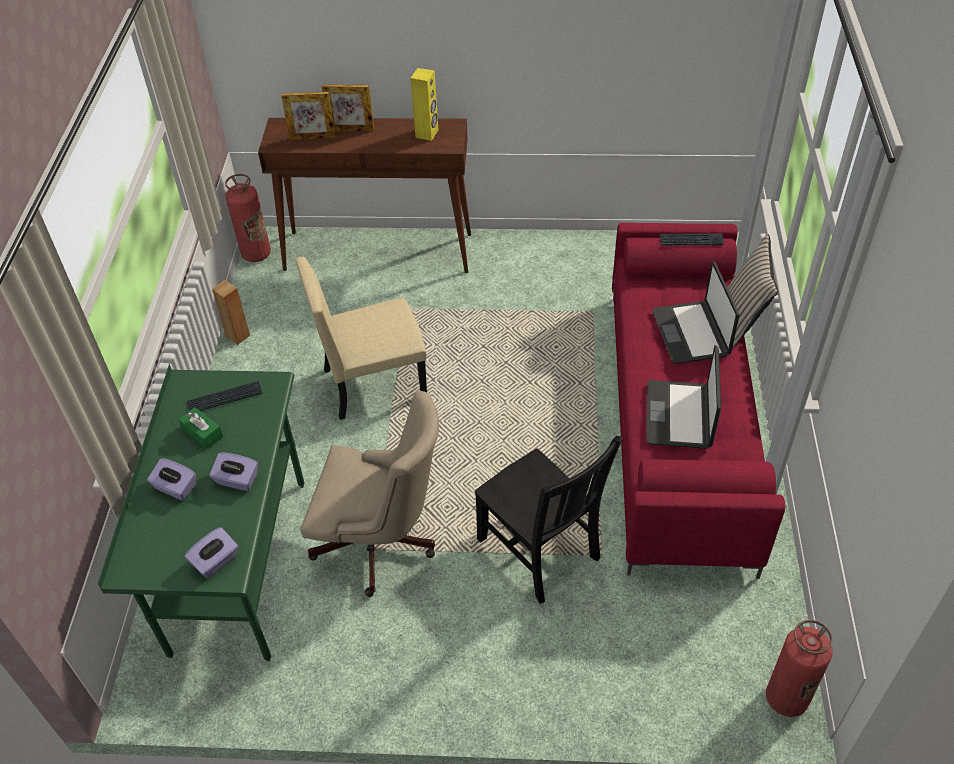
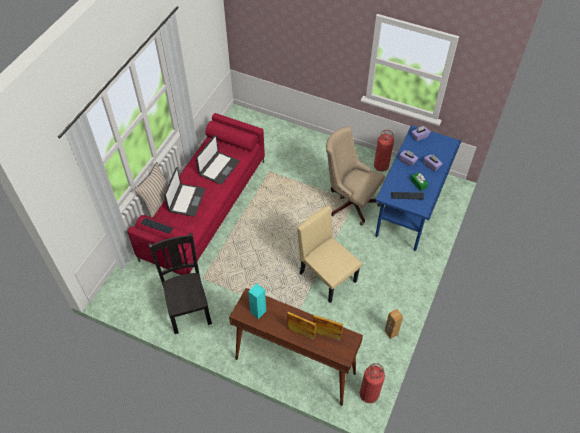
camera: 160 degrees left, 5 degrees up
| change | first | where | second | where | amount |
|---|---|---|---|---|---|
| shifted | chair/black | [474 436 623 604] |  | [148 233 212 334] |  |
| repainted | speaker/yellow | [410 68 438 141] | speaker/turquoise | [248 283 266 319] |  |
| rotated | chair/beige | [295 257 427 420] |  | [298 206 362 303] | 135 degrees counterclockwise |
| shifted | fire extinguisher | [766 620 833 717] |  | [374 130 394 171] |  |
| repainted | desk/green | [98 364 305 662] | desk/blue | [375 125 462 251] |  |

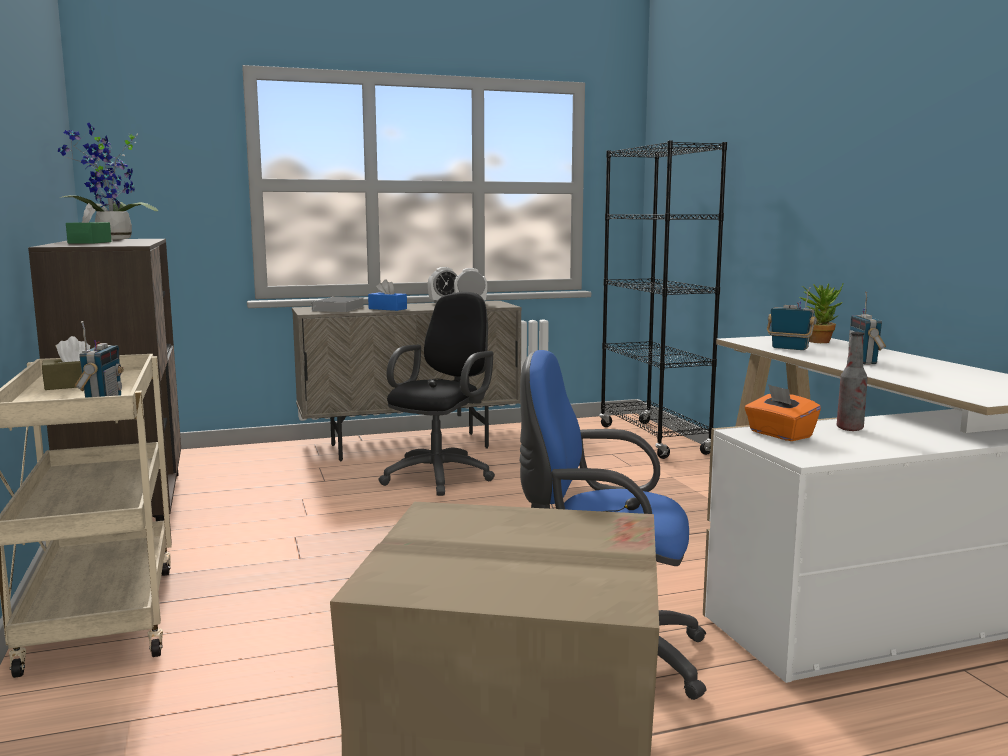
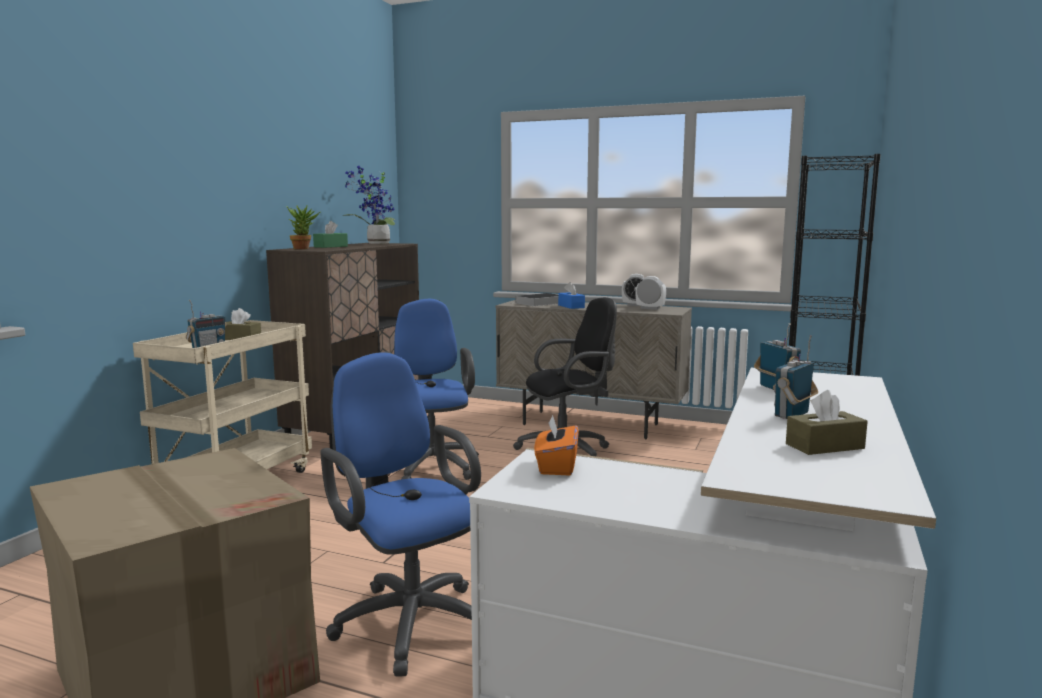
camera: 40 degrees right, 0 degrees up
| change | first | where | second | where | amount |
|---|---|---|---|---|---|
| shifted | potted plant | [800 283 843 343] |  | [286 205 320 249] |  |
| new |  |  | office chair/blue | [384 299 479 480] |  |
| new |  |  | tissue box/brown | [786 390 868 455] |  |
| gone | bottle | [837 332 868 431] |  |  |  |

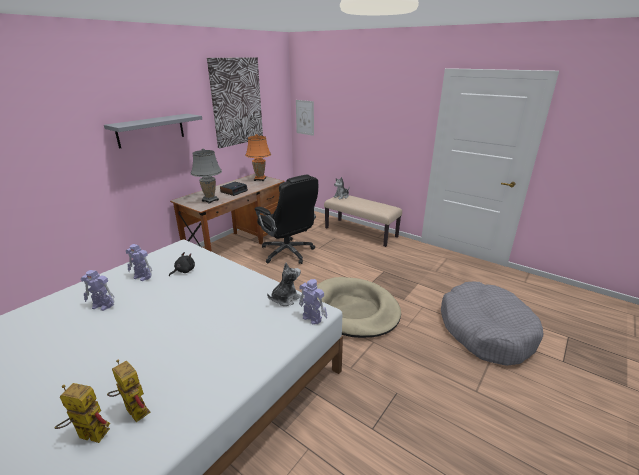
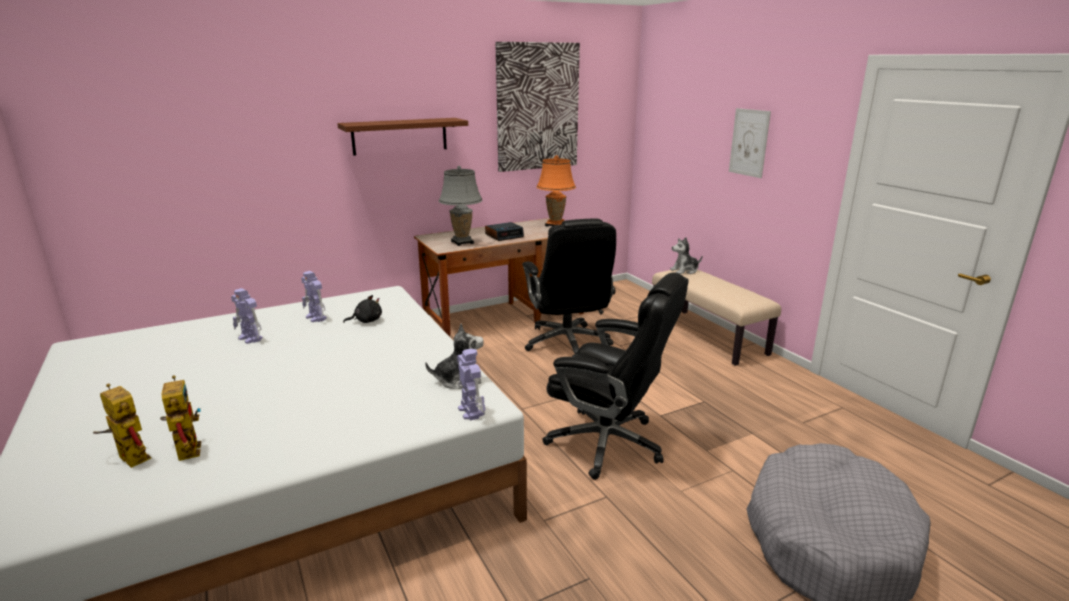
camera: 25 degrees right, 5 degrees down
| change | first | where | second | where | amount |
|---|---|---|---|---|---|
| repainted | shelf/grey | [104 114 202 149] | shelf/brown | [337 118 468 156] |  |
| swapped | dog bed/beige | [317 277 401 338] | office chair/black | [542 273 689 480] |  |
| shifted | picture | [296 100 314 136] |  | [729 108 771 178] |  |

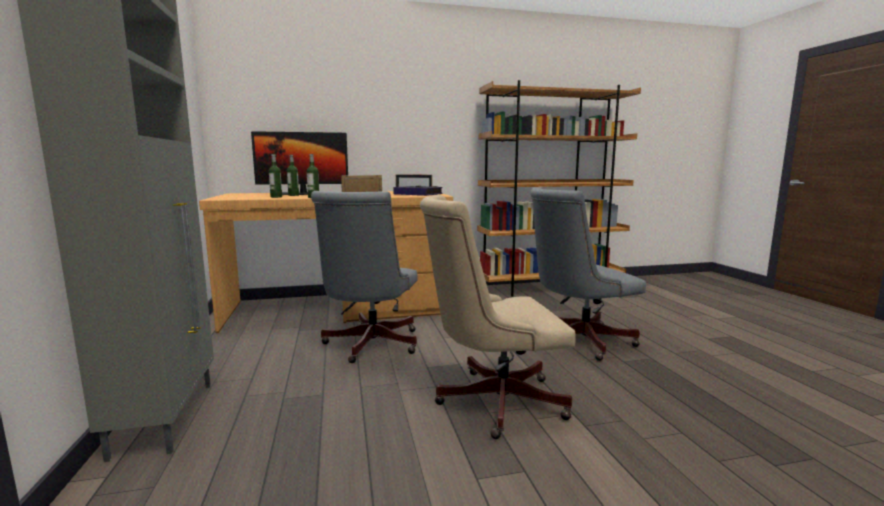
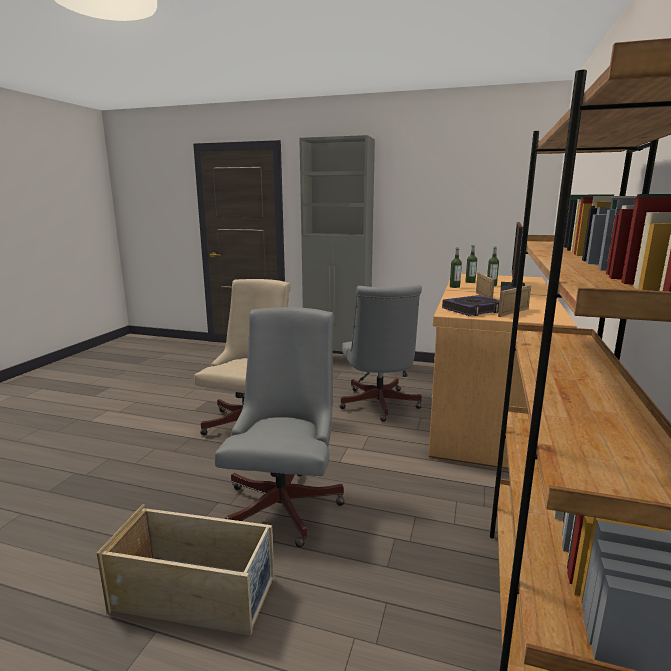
camera: 120 degrees right, 5 degrees up
| change | first | where | second | where | amount |
|---|---|---|---|---|---|
| new |  |  | storage box/beige | [97 504 275 636] |  |
| rotated | office chair/grey | [311 191 418 363] |  | [339 285 422 422] | 135 degrees counterclockwise |

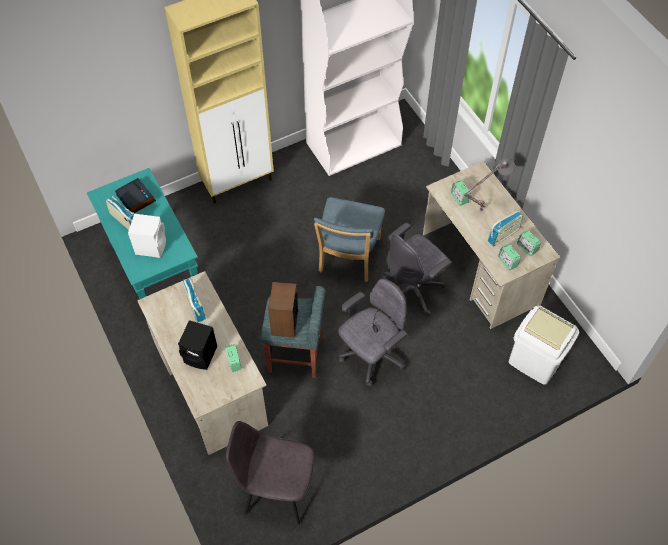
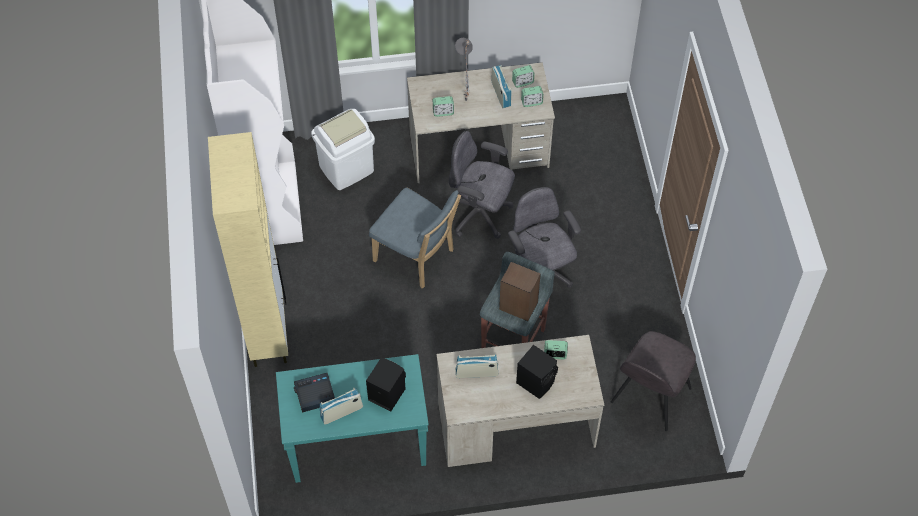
camera: 70 degrees left, 0 degrees up
| change | first | where | second | where | amount |
|---|---|---|---|---|---|
| shifted | trash can/white | [509 305 579 385] |  | [311 109 375 190] |  |
| repainted | speaker/white | [128 214 166 258] | speaker/black | [366 358 406 412] |  |
| rotated | office chair/grey | [381 223 452 316] |  | [448 131 515 239] | 135 degrees clockwise |

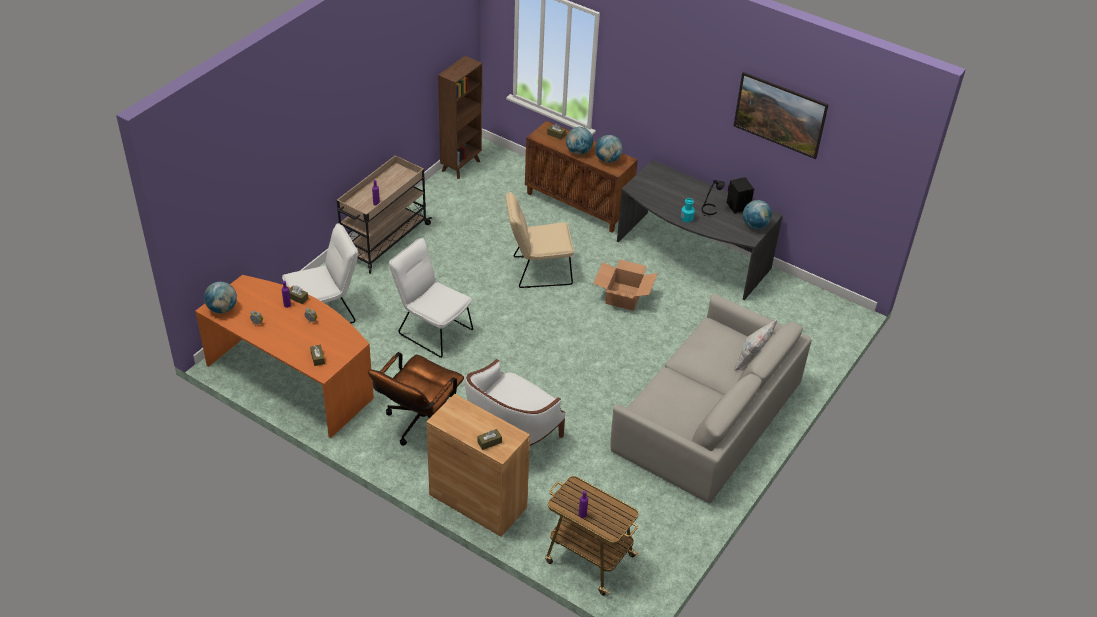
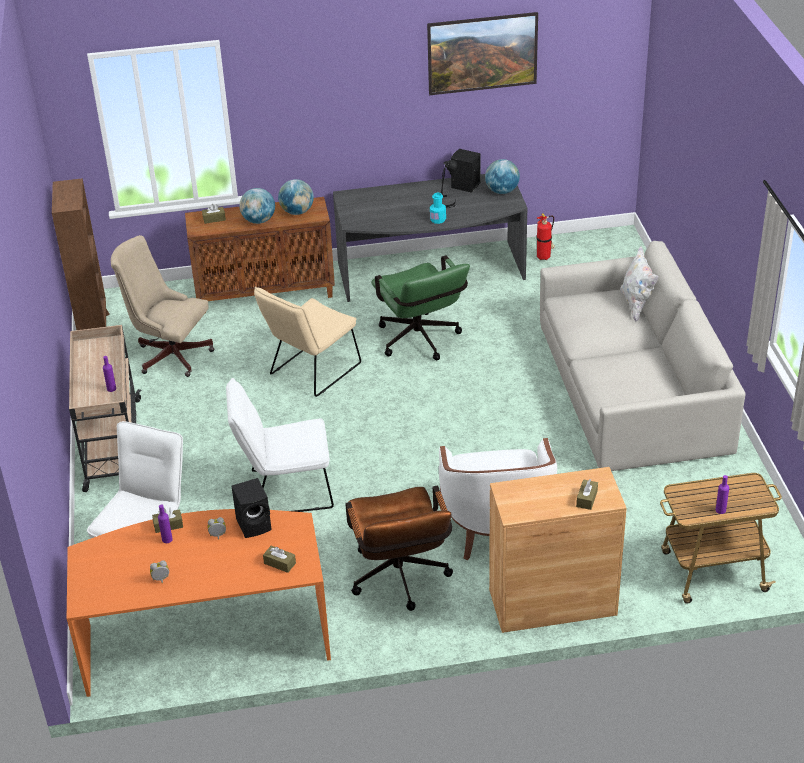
camera: 40 degrees left, 5 degrees down
| change | first | where | second | where | amount |
|---|---|---|---|---|---|
| new |  |  | office chair/beige | [111 235 214 377] |  |
| new |  |  | speaker/black | [231 478 272 538] |  |
| swapped | cardboard box | [593 259 658 311] | office chair/green | [371 255 470 360] |  |
| new |  |  | fire extinguisher | [536 213 555 260] |  |
| gone | globe | [204 282 237 313] |  |  |  |

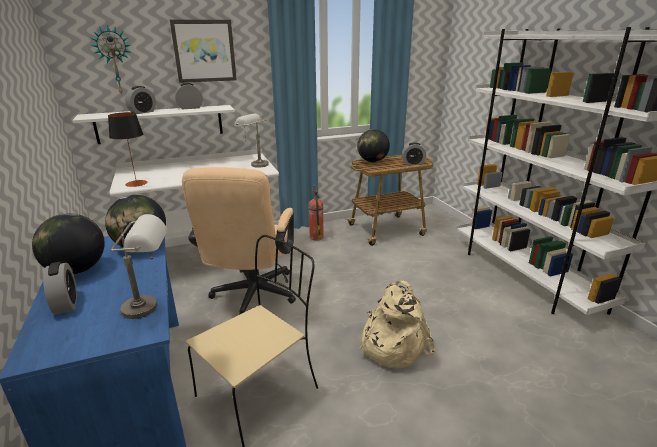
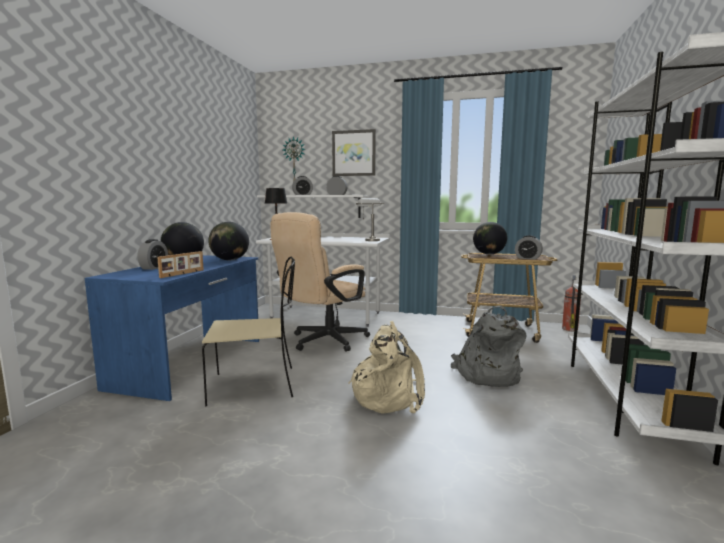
camera: 35 degrees right, 15 degrees down
| change | first | where | second | where | amount |
|---|---|---|---|---|---|
| swapped | table lamp/grey | [111 214 168 319] | picture frame | [157 251 204 278] |  |
| new |  |  | backpack/grey | [451 305 526 387] |  |
| shifted | fire extinguisher | [309 186 324 241] |  | [562 275 581 331] |  |

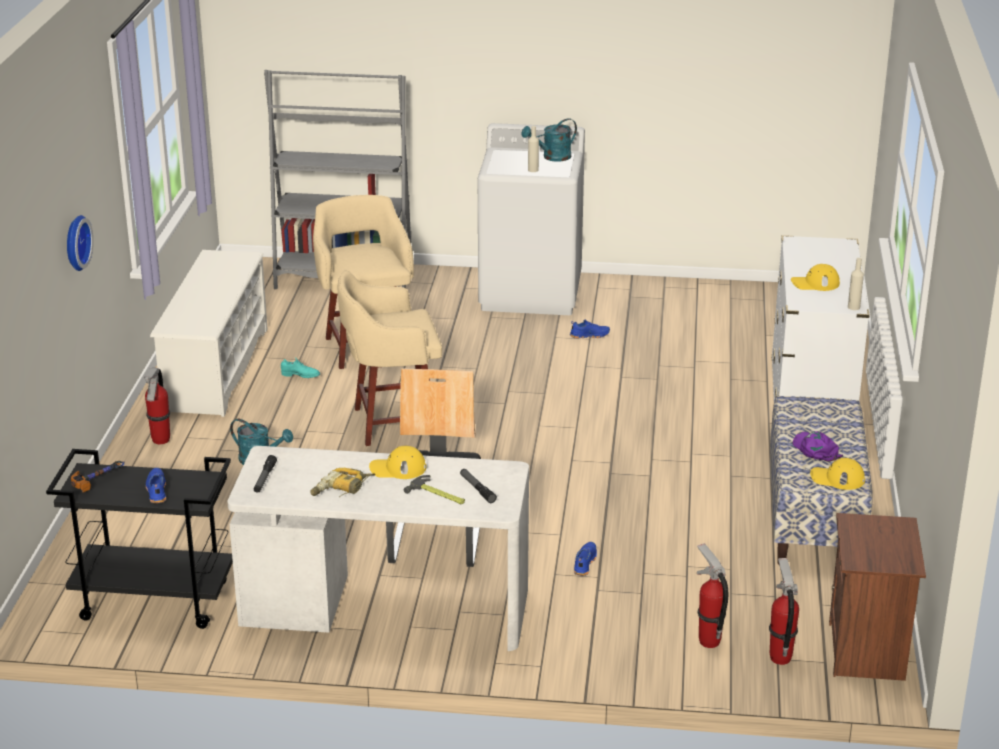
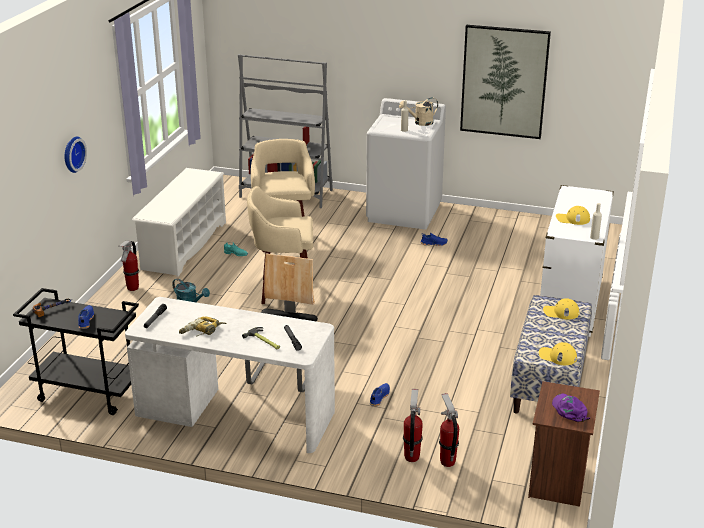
camera: 10 degrees right, 0 degrees up
| change | first | where | second | where | amount |
|---|---|---|---|---|---|
| repainted | watering can/turquoise | [521 118 577 162] | watering can/beige | [399 97 438 126] |  |
| shifted | fire extinguisher | [769 558 799 665] |  | [403 389 423 462] |  |
| new |  |  | picture | [460 25 551 139] |  |
| shifted | cap/yellow | [369 446 426 479] |  | [543 298 580 320] |  |
| shifted | cap/purple | [792 431 843 461] |  | [552 393 590 422] |  |

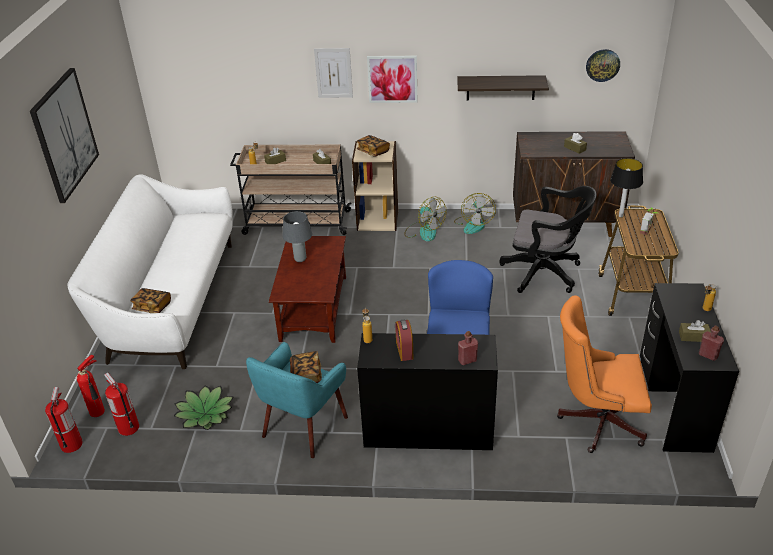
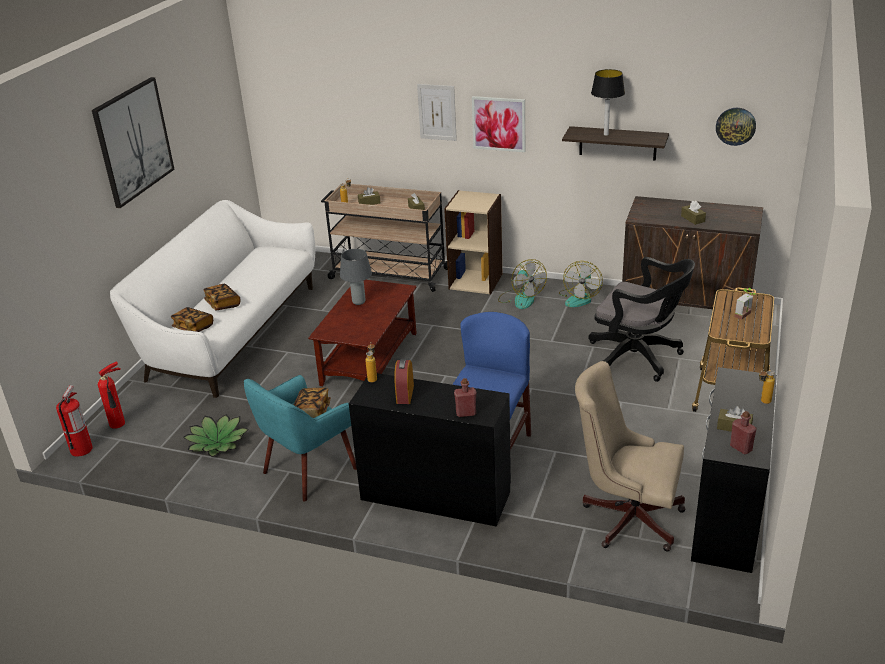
camera: 15 degrees right, 5 degrees down
| change | first | where | second | where | amount |
|---|---|---|---|---|---|
| shifted | book | [357 135 390 157] |  | [203 284 241 310] |  |
| repainted | office chair/orange | [557 295 652 453] | office chair/beige | [575 361 686 552] |  |
| shifted | table lamp | [610 158 643 218] |  | [591 69 625 136] |  |
| gone | fire extinguisher | [104 373 139 436] |  |  |  |

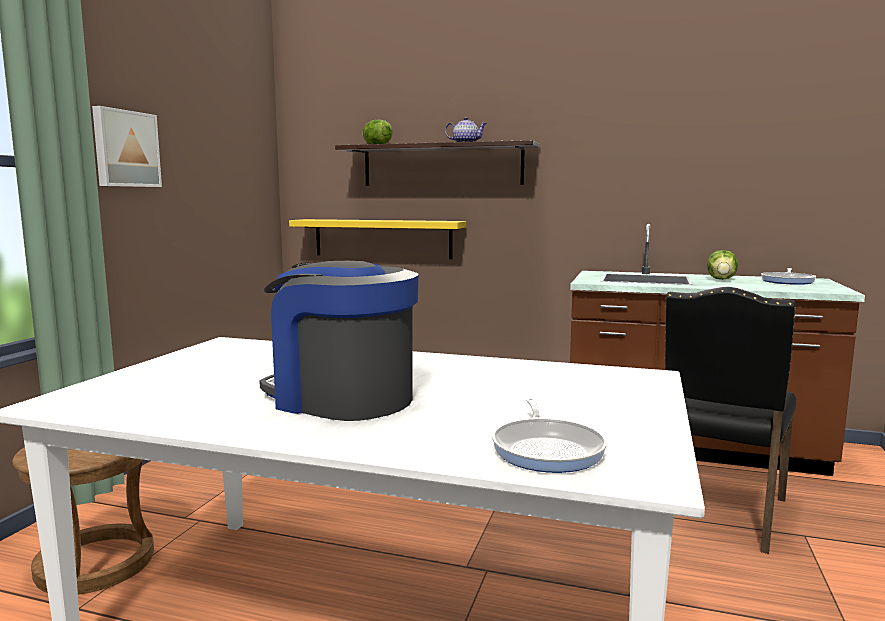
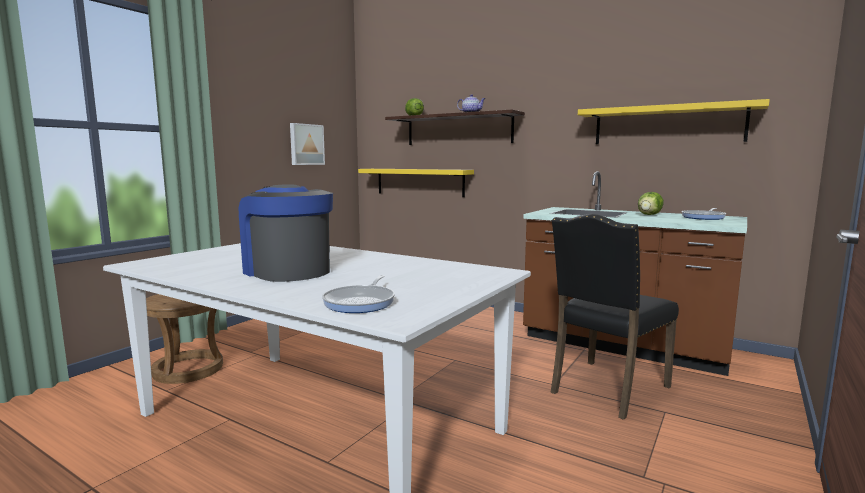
camera: 15 degrees right, 0 degrees up
| change | first | where | second | where | amount |
|---|---|---|---|---|---|
| shifted | picture | [92 106 162 187] |  | [290 123 325 165] |  |
| new |  |  | shelf/yellow | [578 99 770 144] |  |

